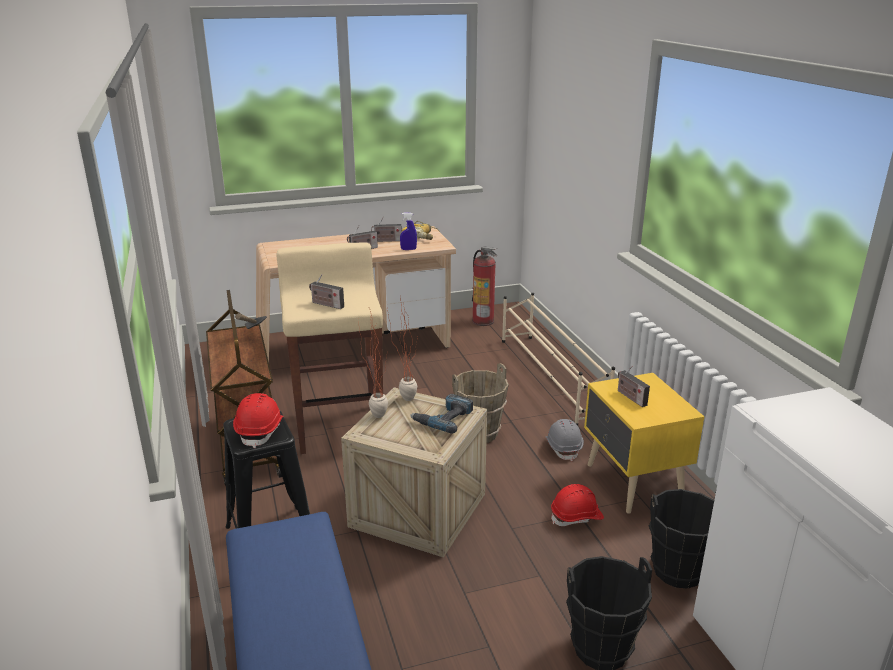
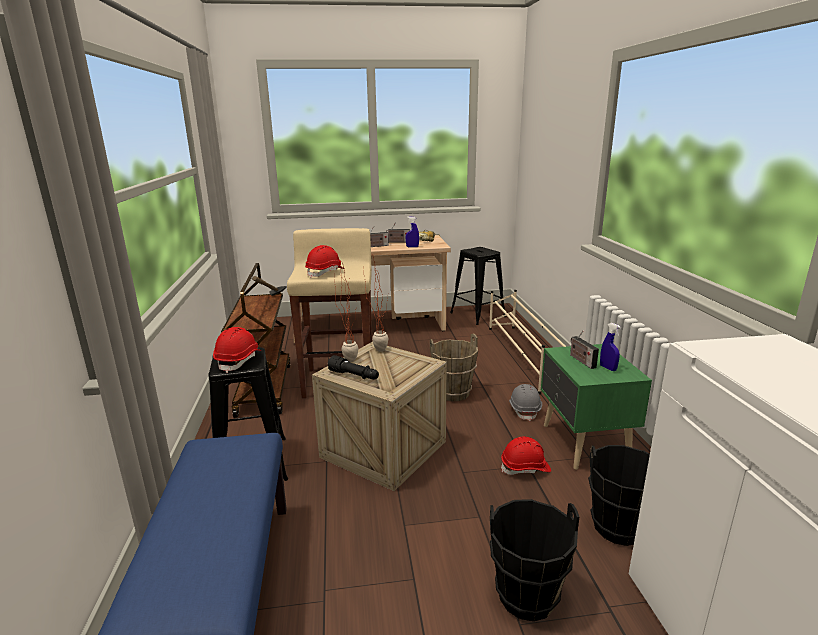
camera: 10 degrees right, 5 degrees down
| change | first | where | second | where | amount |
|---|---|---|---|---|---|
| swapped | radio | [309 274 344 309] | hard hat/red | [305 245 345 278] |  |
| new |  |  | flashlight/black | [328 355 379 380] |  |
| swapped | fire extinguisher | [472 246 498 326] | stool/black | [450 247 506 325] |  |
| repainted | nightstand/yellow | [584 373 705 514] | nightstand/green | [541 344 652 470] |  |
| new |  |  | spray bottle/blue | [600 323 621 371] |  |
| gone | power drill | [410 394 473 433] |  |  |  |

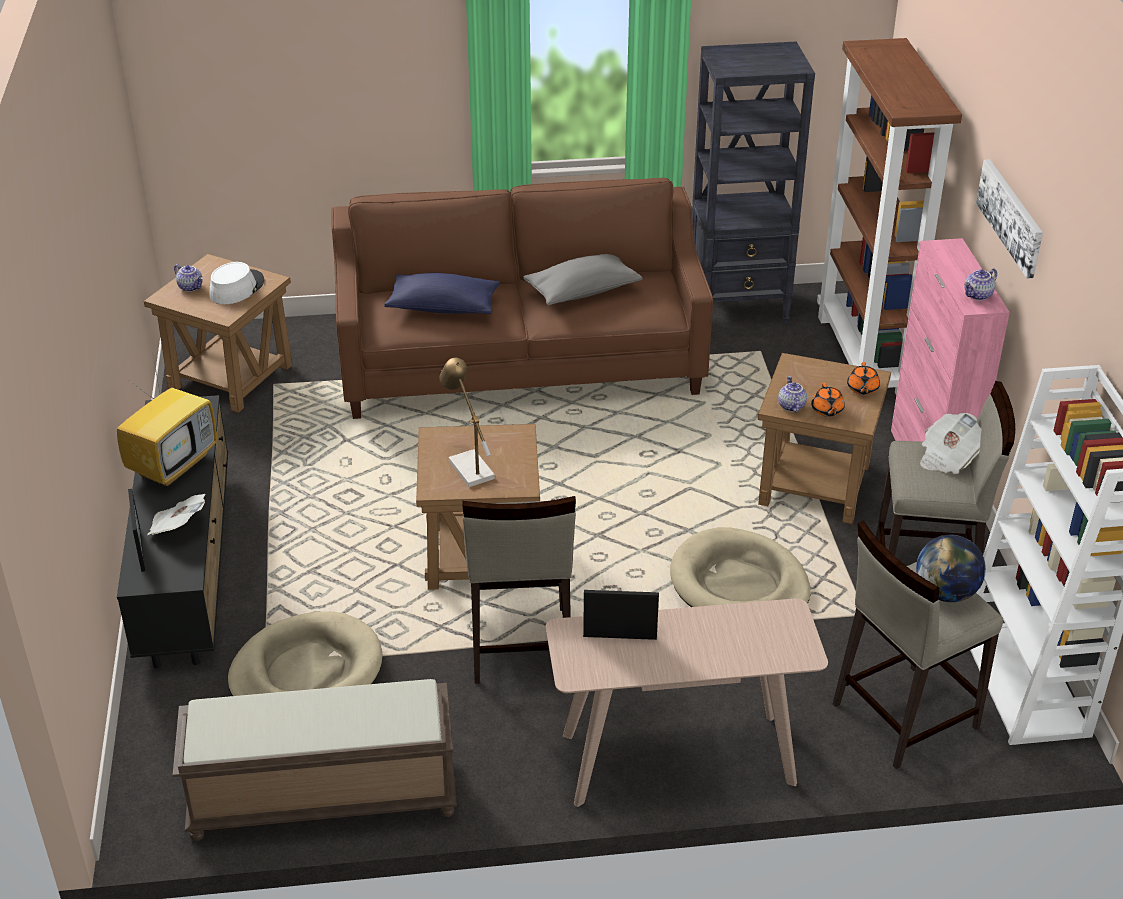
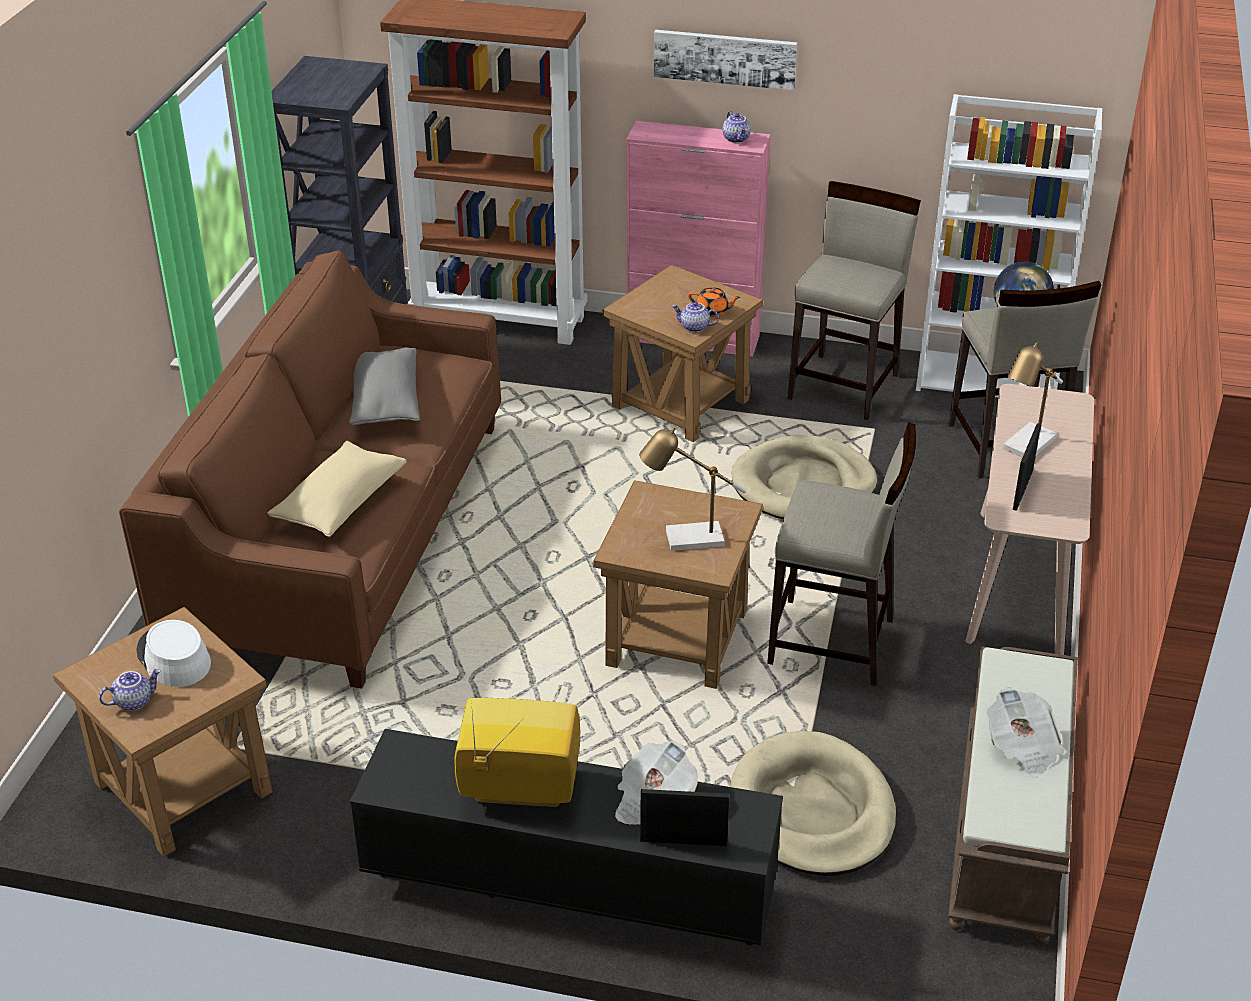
camera: 70 degrees left, 0 degrees up
| change | first | where | second | where | amount |
|---|---|---|---|---|---|
| repainted | pillow/blue | [384 273 500 314] | pillow/beige | [268 441 407 537] |  |
| rotated | television | [117 357 217 487] |  | [454 698 580 808] | 45 degrees counterclockwise |
| shifted | newspaper | [920 413 982 474] |  | [987 687 1064 778] |  |
| new |  |  | table lamp | [1003 342 1063 458] |  |
| gone | teapot/orange | [847 362 880 395] |  |  |  |

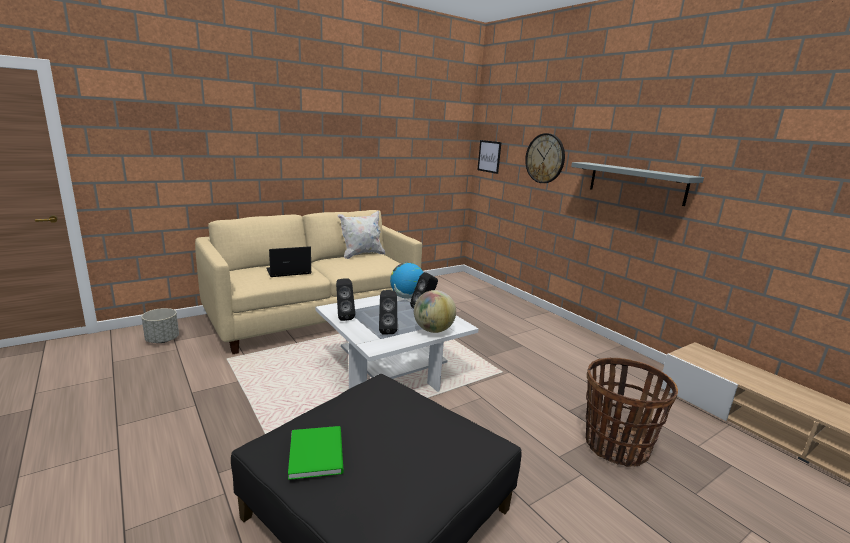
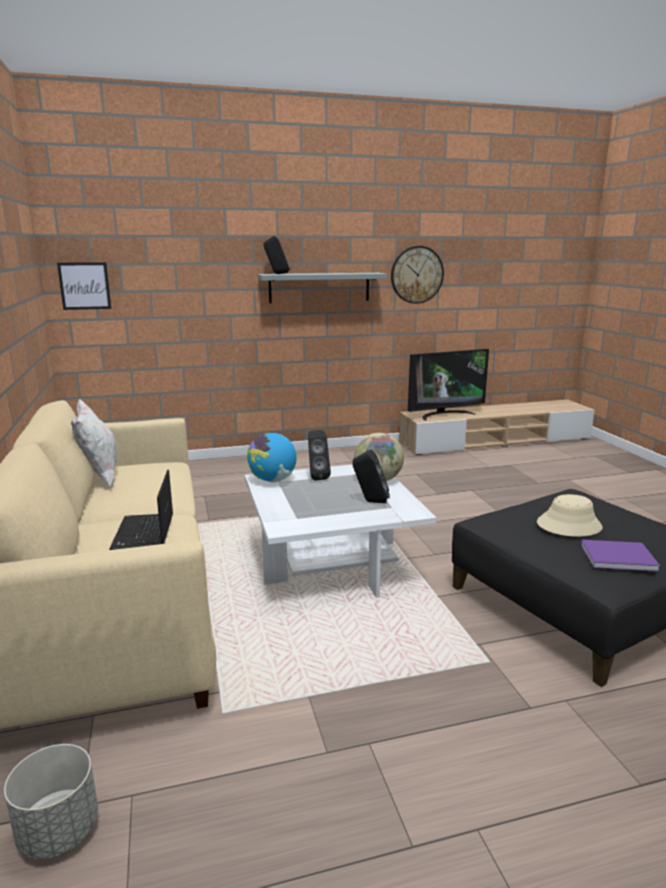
camera: 70 degrees left, 0 degrees up
| change | first | where | second | where | amount |
|---|---|---|---|---|---|
| shifted | speaker/black | [336 278 355 321] |  | [264 236 290 274] |  |
| shifted | wall clock | [525 133 565 183] |  | [391 246 444 304] |  |
| new |  |  | television | [408 349 489 421] |  |
| new |  |  | hat/beige | [537 494 603 537] |  |
| repainted | book/green | [288 426 343 480] | book/purple | [580 540 660 572] |  |
| gone | basket | [586 358 678 467] |  |  |  |

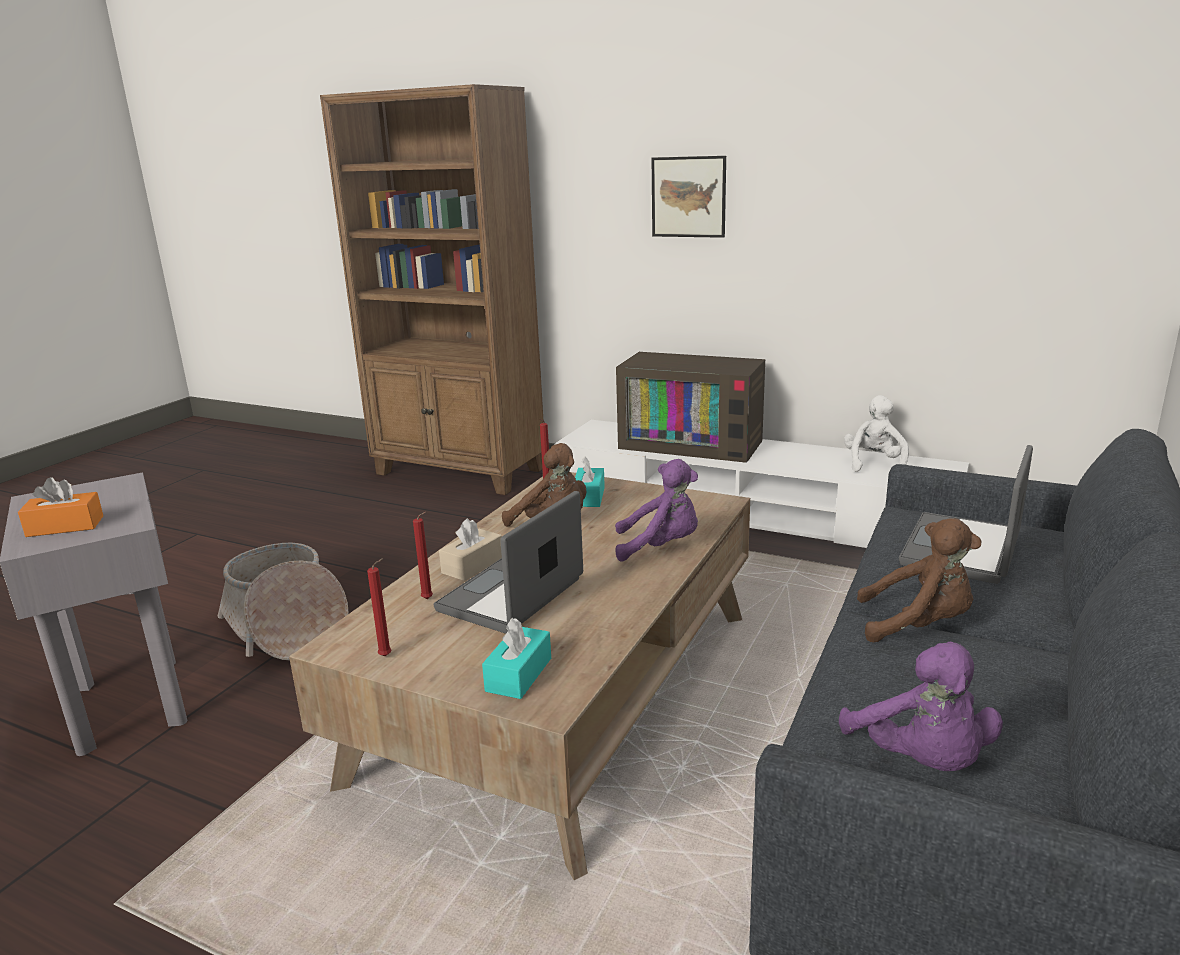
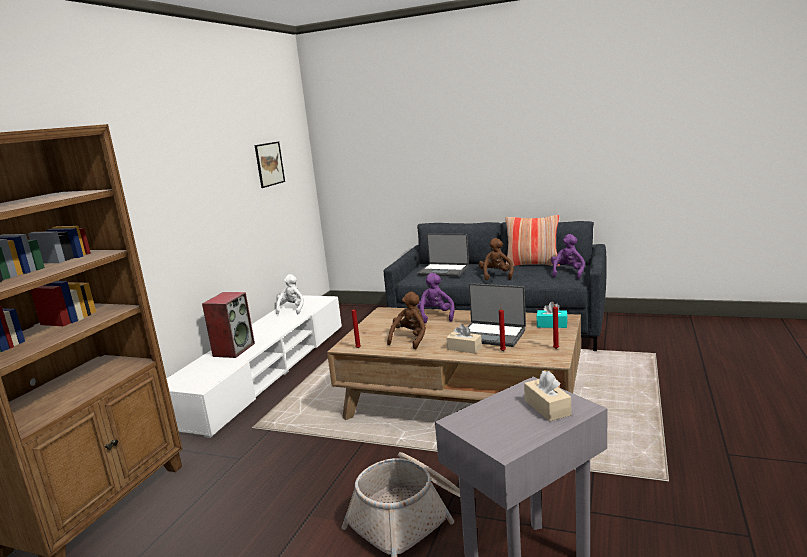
camera: 95 degrees left, 5 degrees down
| change | first | where | second | where | amount |
|---|---|---|---|---|---|
| swapped | television | [616 352 765 463] | speaker | [202 292 255 358] |  |
| shifted | picture | [652 156 726 238] |  | [255 142 285 188] |  |
| rotated | plush toy/white | [844 395 909 472] |  | [276 274 304 315] | 90 degrees clockwise |
| new |  |  | pillow | [505 215 560 267] |  |
| repainted | tissue box/orange | [18 477 103 537] | tissue box/beige | [524 371 571 421] |  |
| rotated | plush toy/purple | [839 642 1003 771] |  | [551 234 585 279] | 45 degrees counterclockwise |
| gone | tissue box/turquoise | [575 457 605 507] |  |  |  |

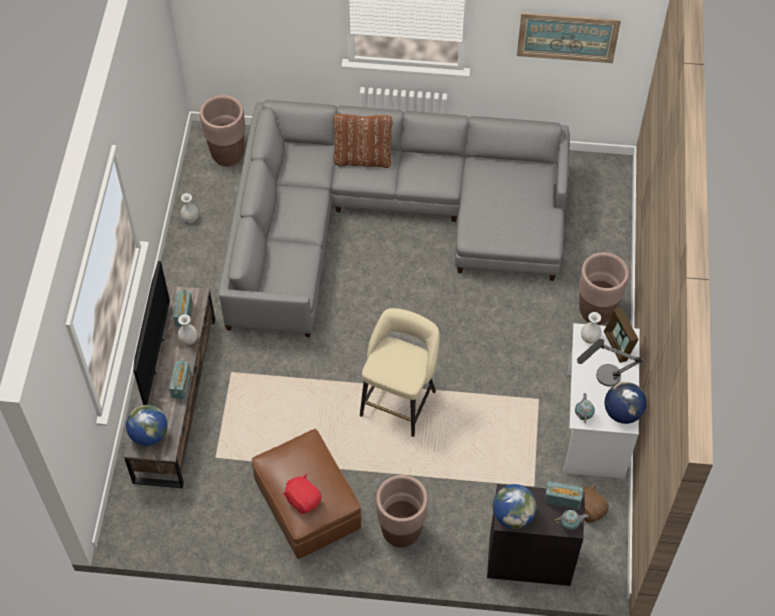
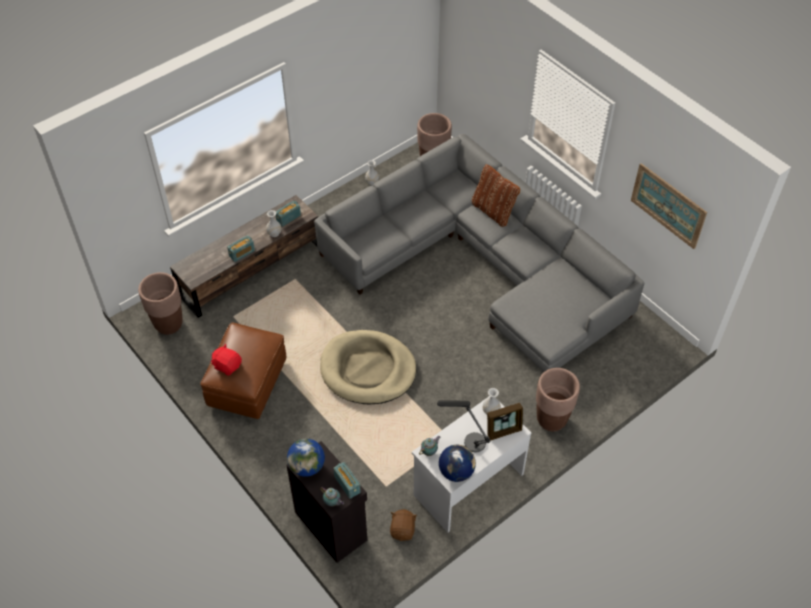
camera: 45 degrees right, 5 degrees down
| change | first | where | second | where | amount |
|---|---|---|---|---|---|
| shifted | planter/brown | [376 475 428 548] |  | [138 272 183 335] |  |
| rotated | plush toy/red | [283 474 322 514] |  | [211 344 242 376] | 60 degrees counterclockwise |
| swapped | stool/beige | [360 308 440 437] | dog bed/beige | [320 330 416 404] |  |
| rotated | picture frame | [604 308 639 363] |  | [487 403 523 441] | 135 degrees counterclockwise |
| gone | globe | [126 405 167 446] |  |  |  |
| gone | television | [133 261 170 405] |  |  |  |

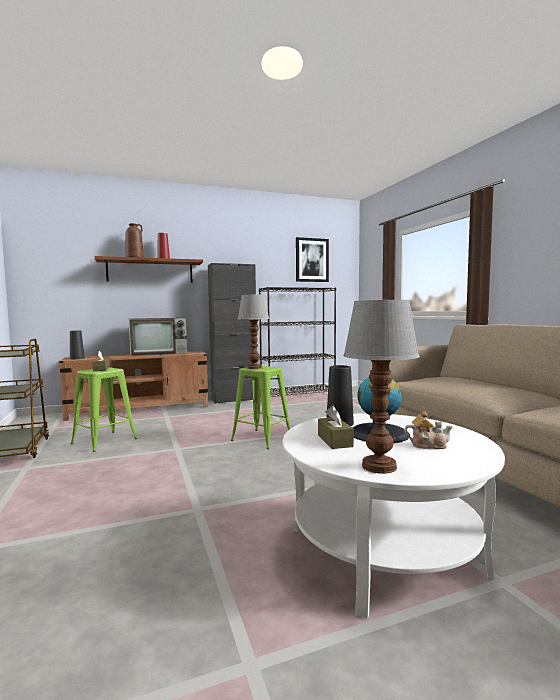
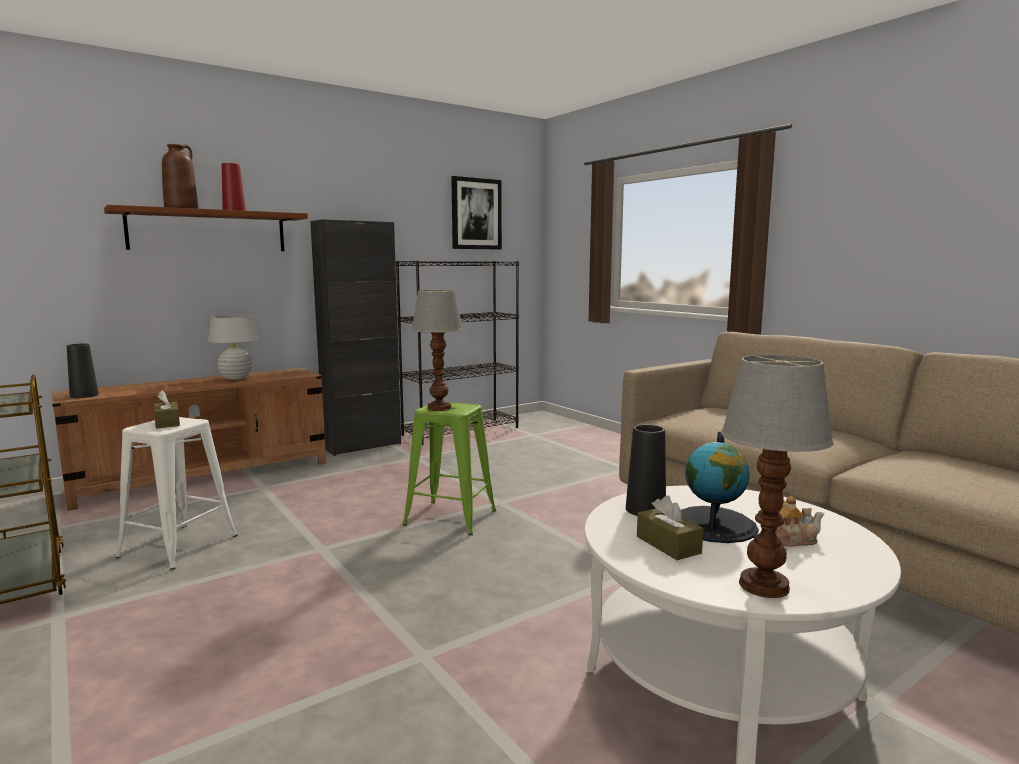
camera: 15 degrees left, 5 degrees up
| change | first | where | second | where | amount |
|---|---|---|---|---|---|
| repainted | stool/green | [71 367 137 452] | stool/white | [116 417 238 570] |  |
| swapped | television | [129 318 187 356] | table lamp/white | [208 315 258 380] |  |

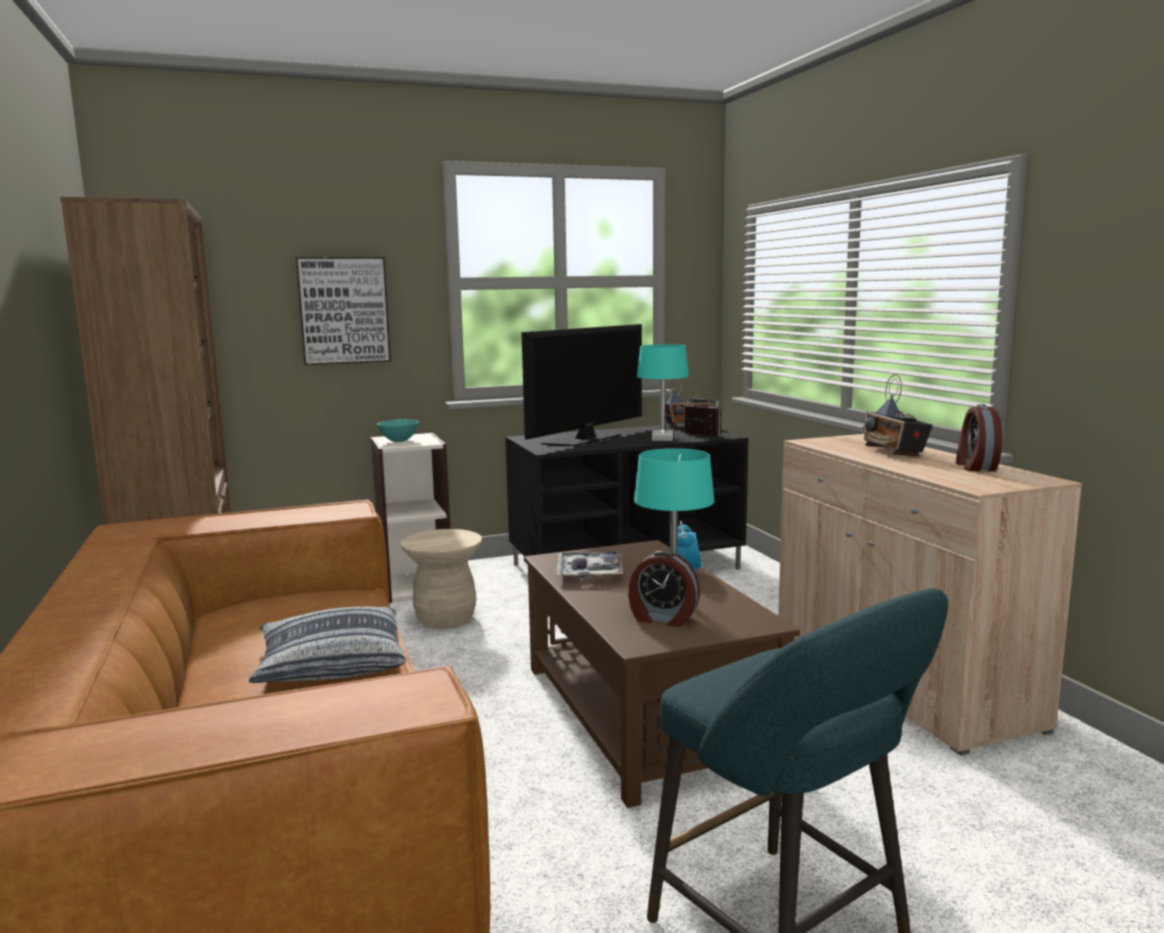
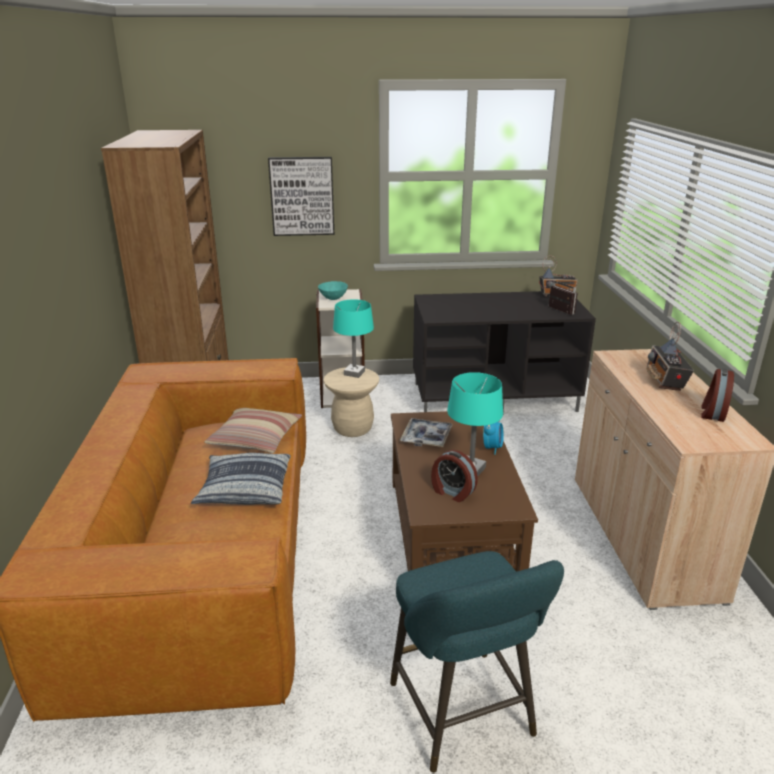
camera: 15 degrees right, 15 degrees up
| change | first | where | second | where | amount |
|---|---|---|---|---|---|
| new |  |  | pillow | [204 408 302 453] |  |
| shifted | table lamp/turquoise | [637 344 689 441] |  | [333 299 374 378] |  |
| gone | television | [522 324 642 446] |  |  |  |

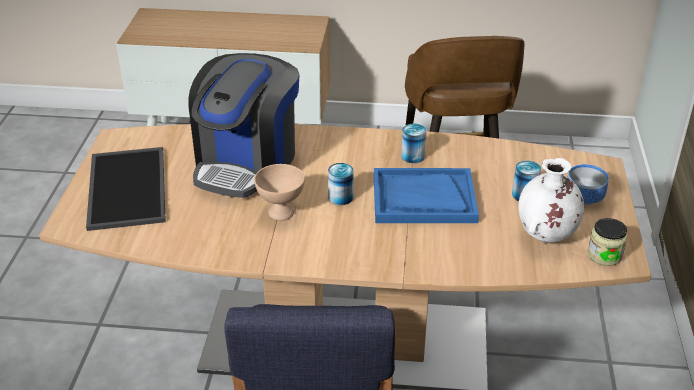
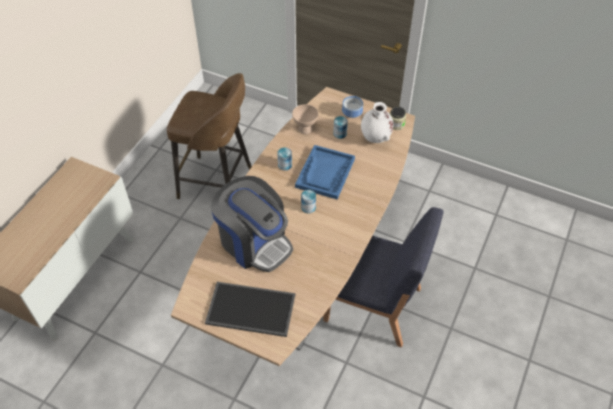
camera: 70 degrees left, 15 degrees up
| change | first | where | second | where | amount |
|---|---|---|---|---|---|
| shifted | bowl/beige | [254 164 305 221] |  | [292 104 318 134] |  |

